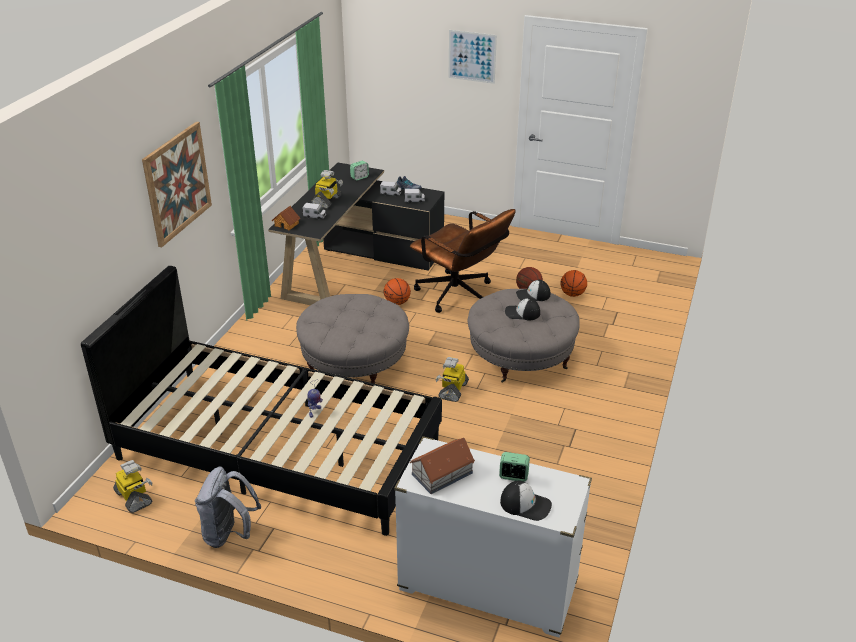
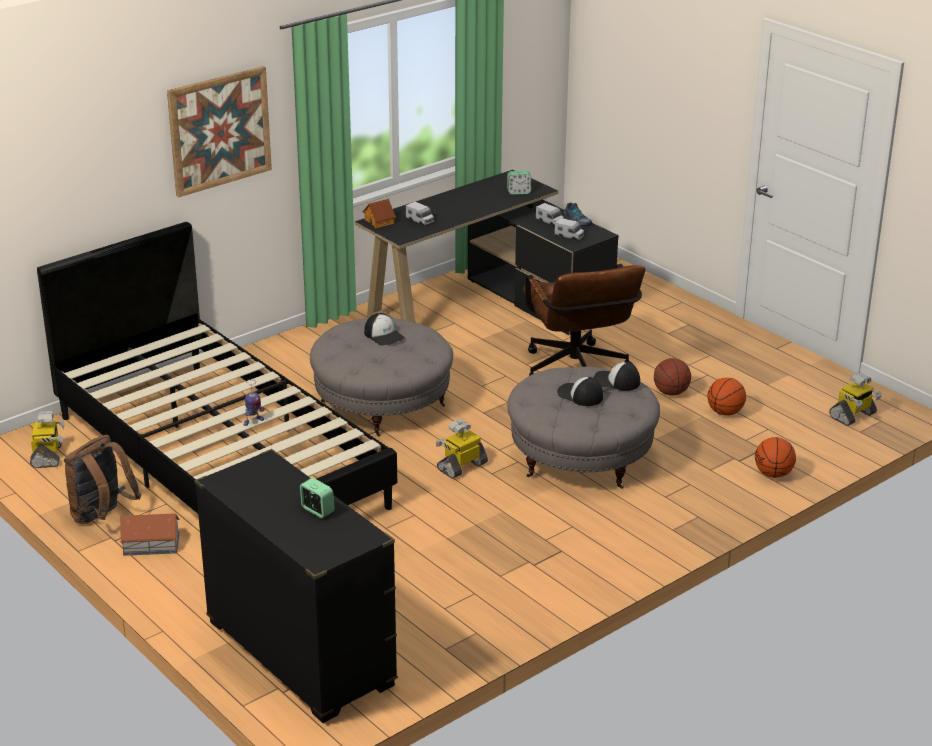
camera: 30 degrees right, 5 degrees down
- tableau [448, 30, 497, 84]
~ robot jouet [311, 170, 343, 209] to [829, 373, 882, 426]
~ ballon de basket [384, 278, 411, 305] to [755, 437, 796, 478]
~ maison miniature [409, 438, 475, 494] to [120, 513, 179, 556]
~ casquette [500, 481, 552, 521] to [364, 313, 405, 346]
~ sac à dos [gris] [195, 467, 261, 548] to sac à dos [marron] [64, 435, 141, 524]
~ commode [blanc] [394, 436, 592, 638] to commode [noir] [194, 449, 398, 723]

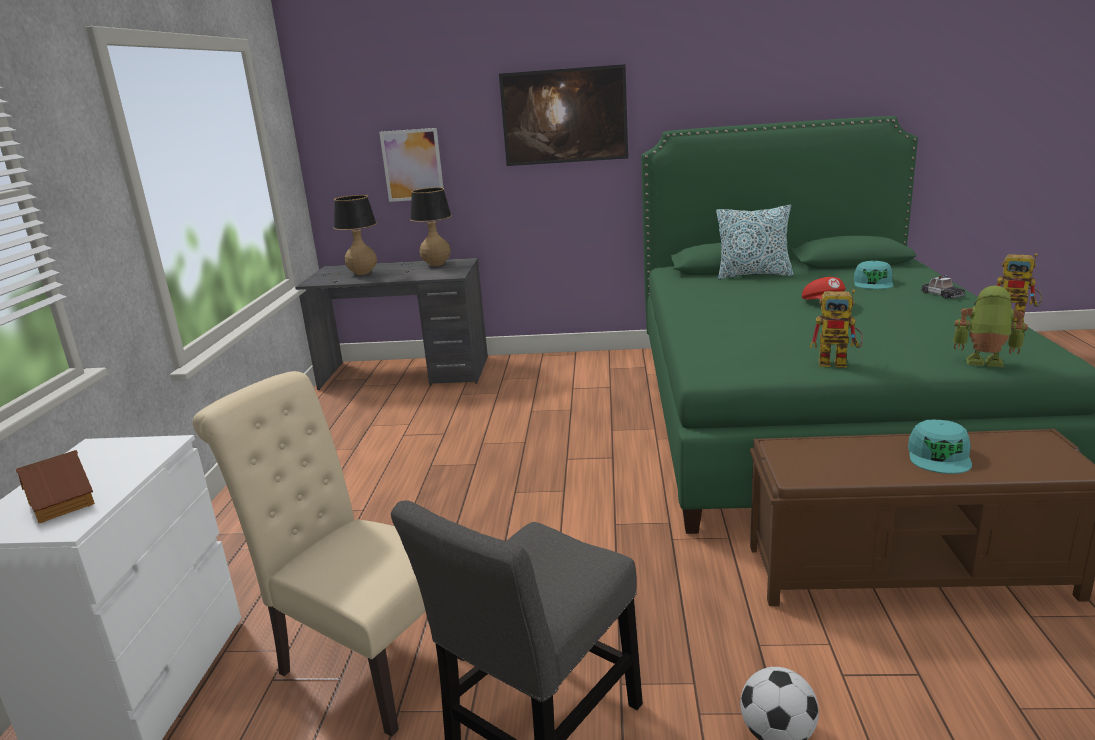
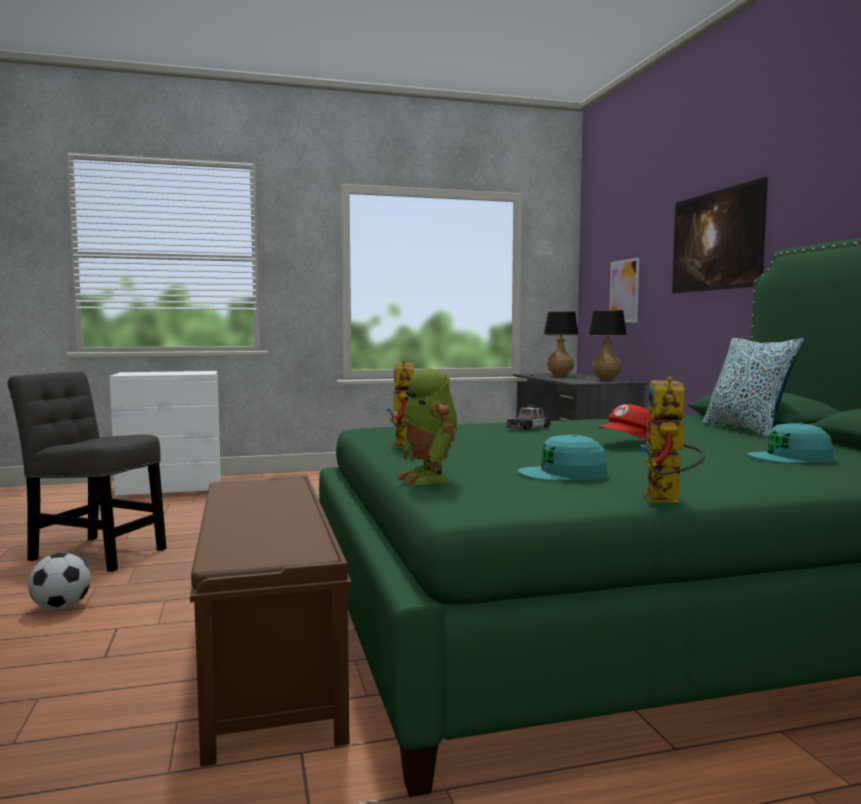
camera: 70 degrees right, 15 degrees down
- maison miniature [16, 450, 95, 523]
- chaise [beige] [193, 371, 465, 737]
~ casquette [turquoise] [908, 420, 972, 474] to [518, 435, 607, 481]
~ petite voiture [921, 275, 965, 299] to [506, 404, 551, 430]
~ robot jouet [953, 286, 1028, 367] = [397, 368, 458, 485] 150 degrees clockwise

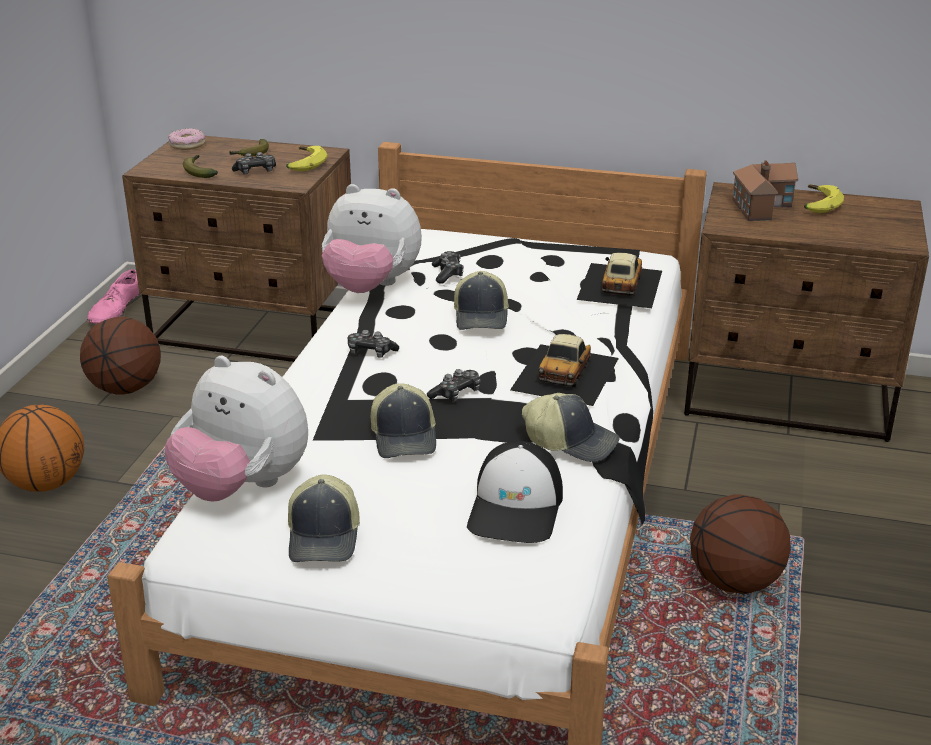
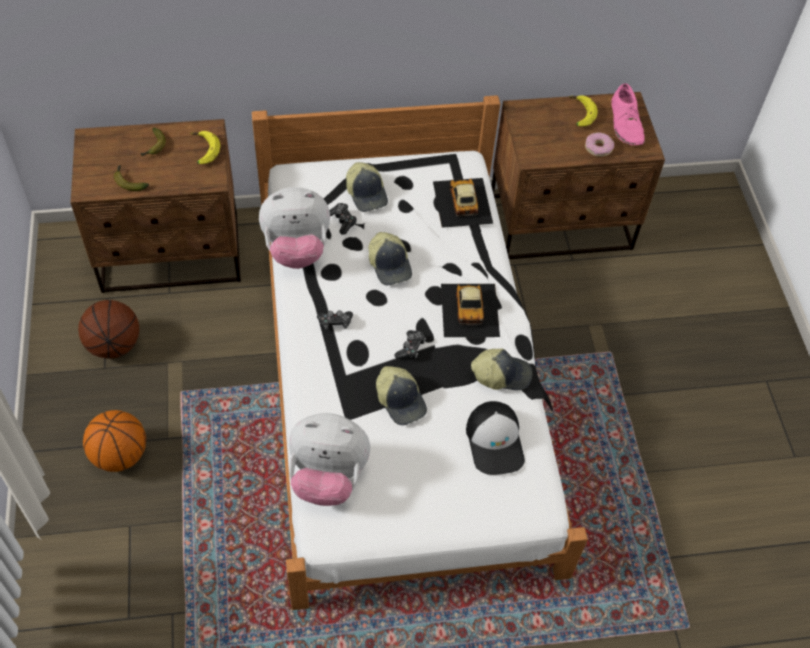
camera: 25 degrees left, 25 degrees up
- manette [232, 152, 276, 174]
- ballon de basket [690, 494, 791, 594]
- maison miniature [732, 161, 798, 221]
~ chaussure [rose] [87, 269, 142, 324] to [611, 83, 645, 145]
~ beignet [168, 128, 205, 150] to [585, 132, 614, 157]
~ casquette [288, 474, 360, 562] to [346, 162, 388, 212]

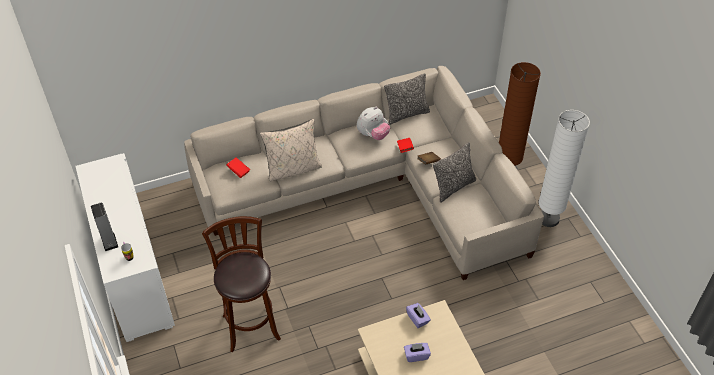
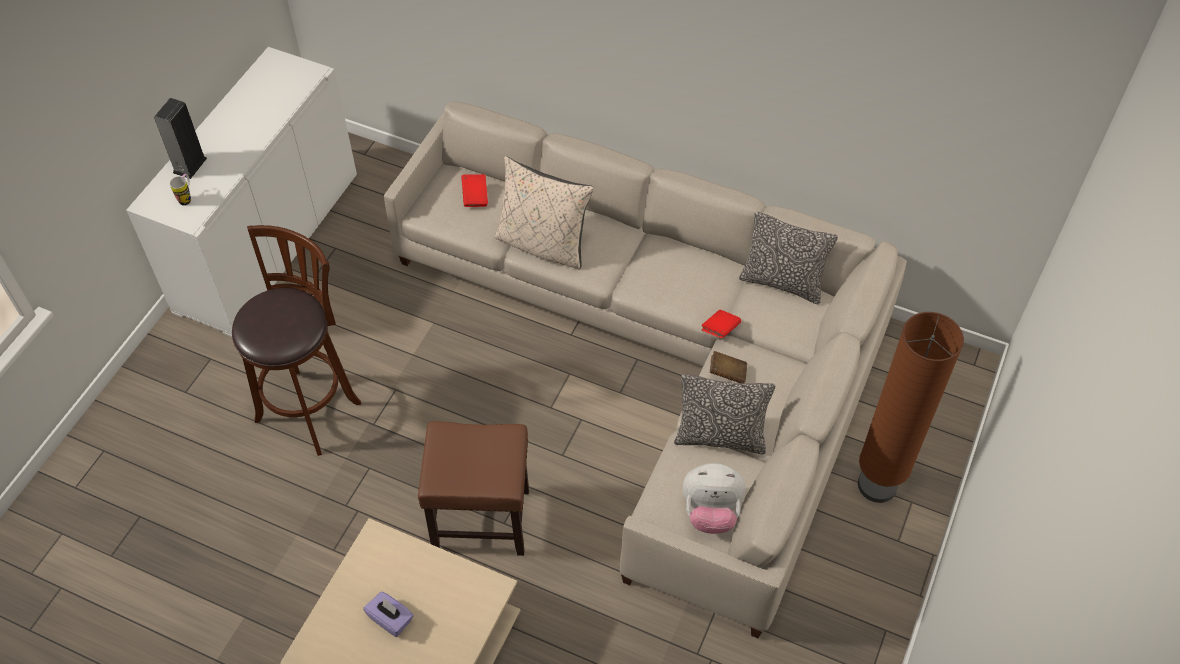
camera: 45 degrees right, 5 degrees up
- boîte à mouchoirs [violet] [406, 303, 431, 328]
- lampadaire [blanc] [539, 110, 590, 227]
+ tabouret [marron] [418, 421, 529, 556]
~ peluche [357, 107, 390, 140] to [683, 463, 746, 534]

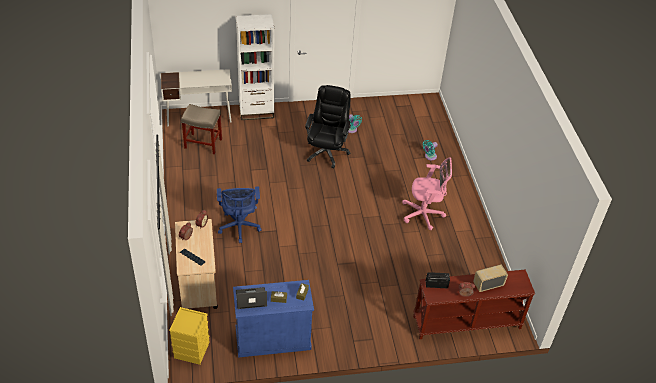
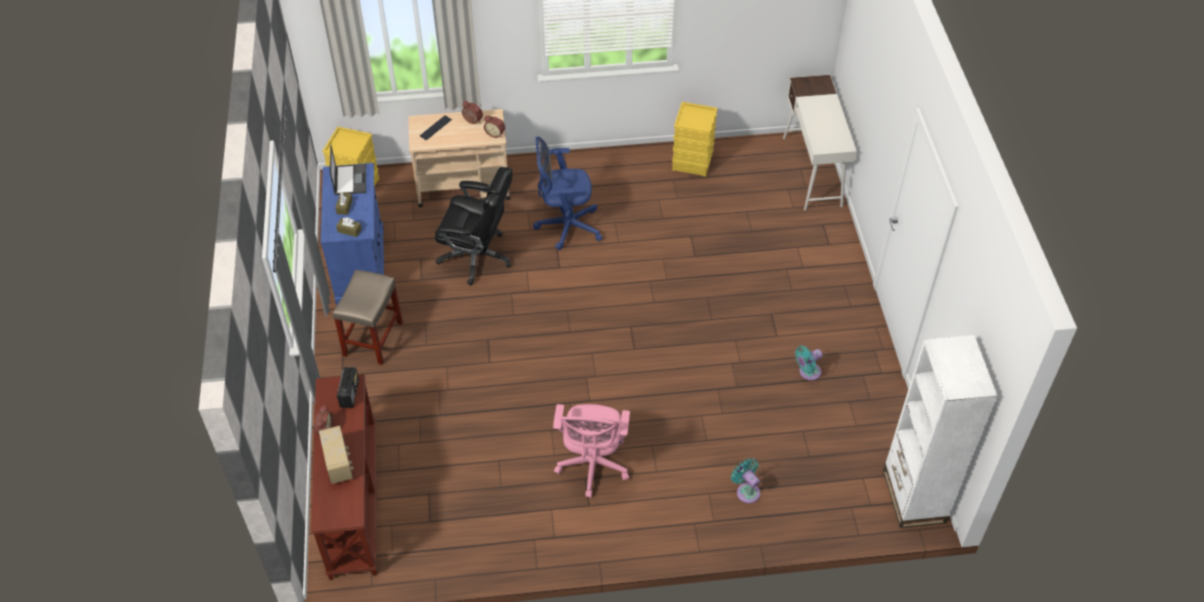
camera: 95 degrees right, 5 degrees up
+ boîte de rangement [jaune] [672, 102, 717, 177]
~ tabouret [beige] [181, 104, 222, 154] to [333, 270, 403, 365]
~ bibliothèque [blanc] [236, 14, 274, 120] to [883, 335, 997, 528]
~ chaise de bureau [noir] [305, 85, 351, 169] to [434, 167, 512, 285]

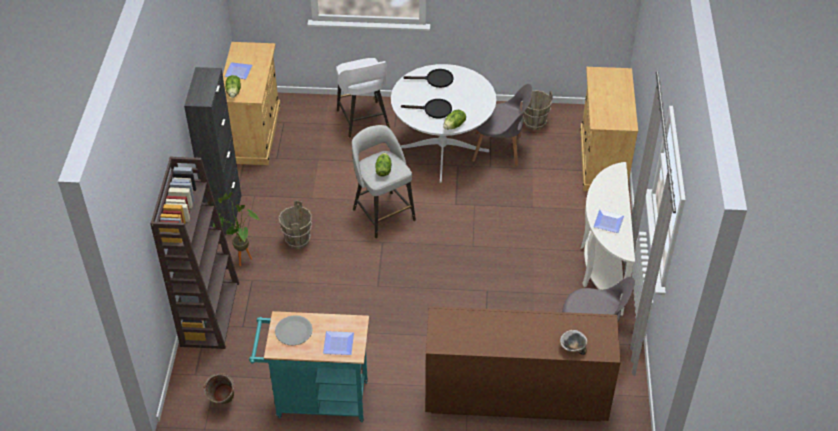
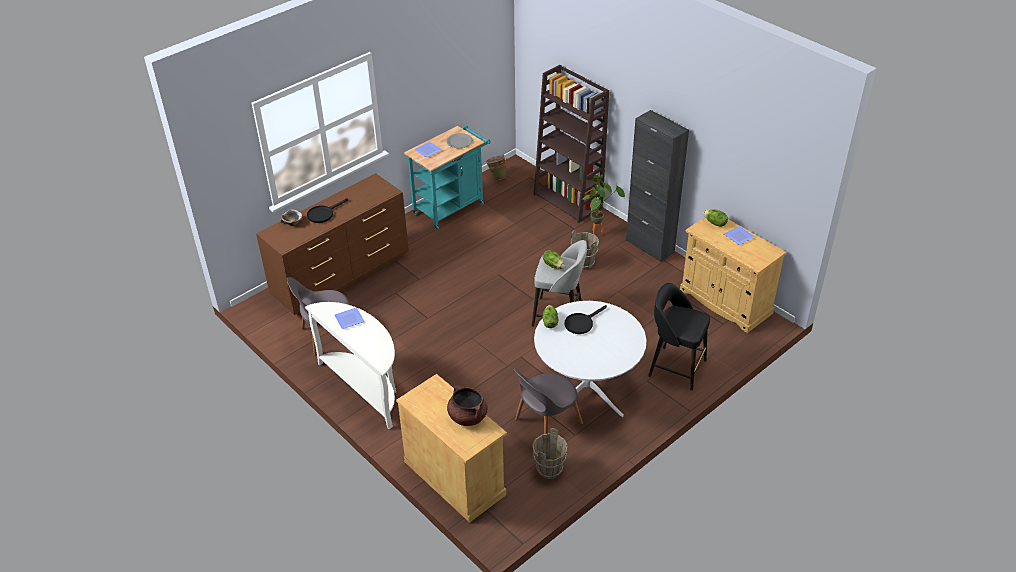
camera: 135 degrees right, 5 degrees down
+ marmite [marron] [447, 385, 487, 426]
~ poêle [noir] [403, 69, 454, 88] to [307, 198, 348, 223]
~ tabouret [blanc] [336, 58, 390, 138] to tabouret [noir] [648, 283, 710, 390]

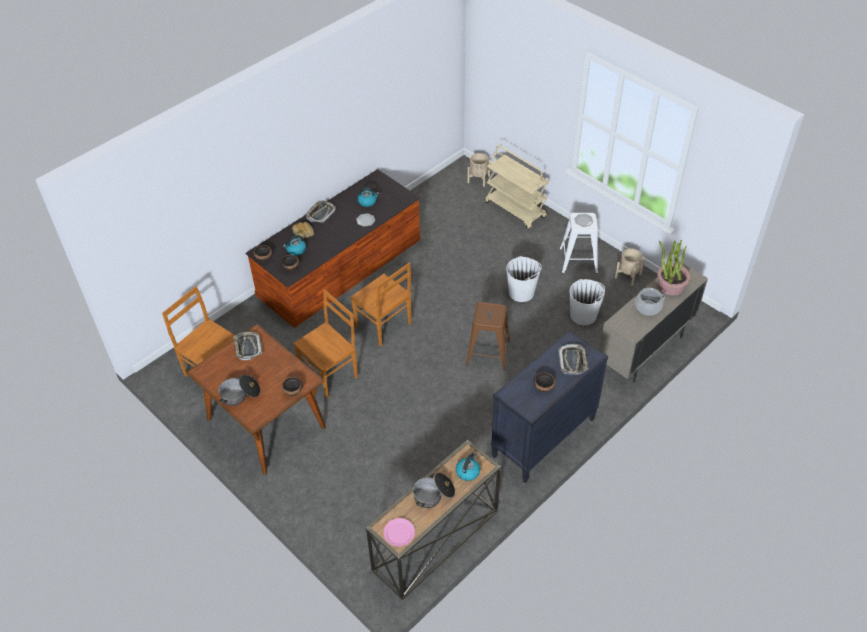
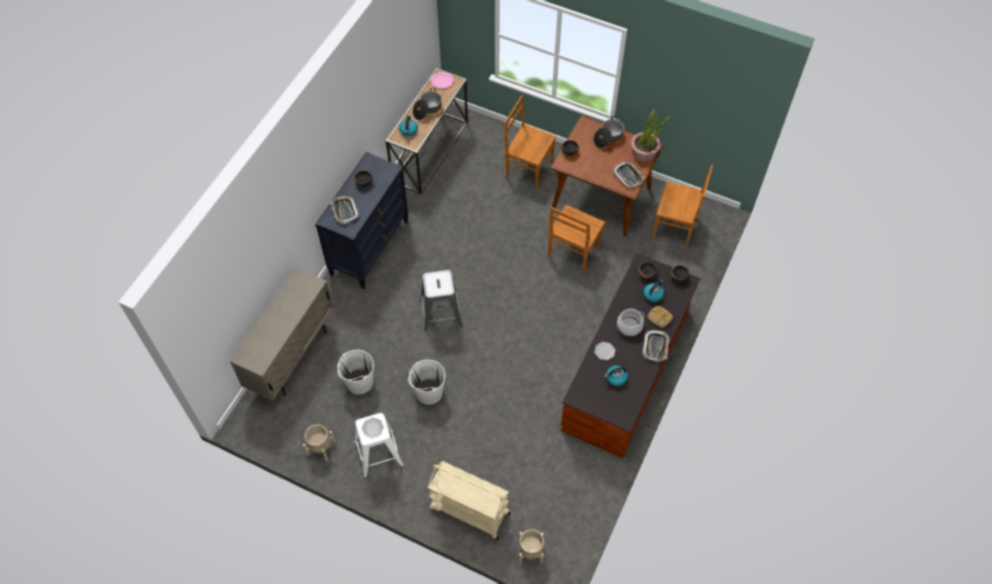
camera: 160 degrees right, 10 degrees up
~ chaise [marron] [350, 262, 411, 347] to [504, 96, 556, 190]
~ marmite [635, 288, 665, 316] to [617, 309, 644, 336]
~ plante en pot [657, 240, 690, 296] to [631, 109, 670, 162]
~ tabouret [marron] [466, 302, 510, 370] to tabouret [gris] [420, 270, 463, 332]

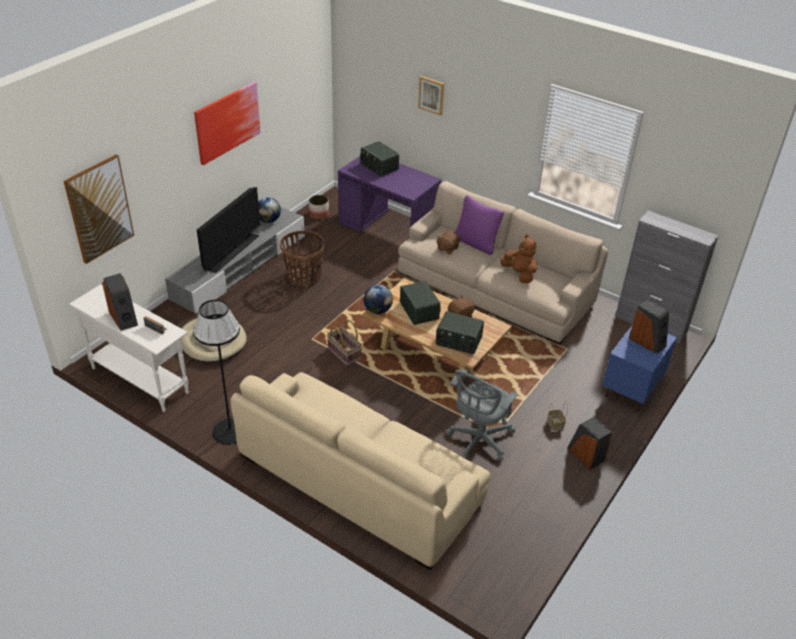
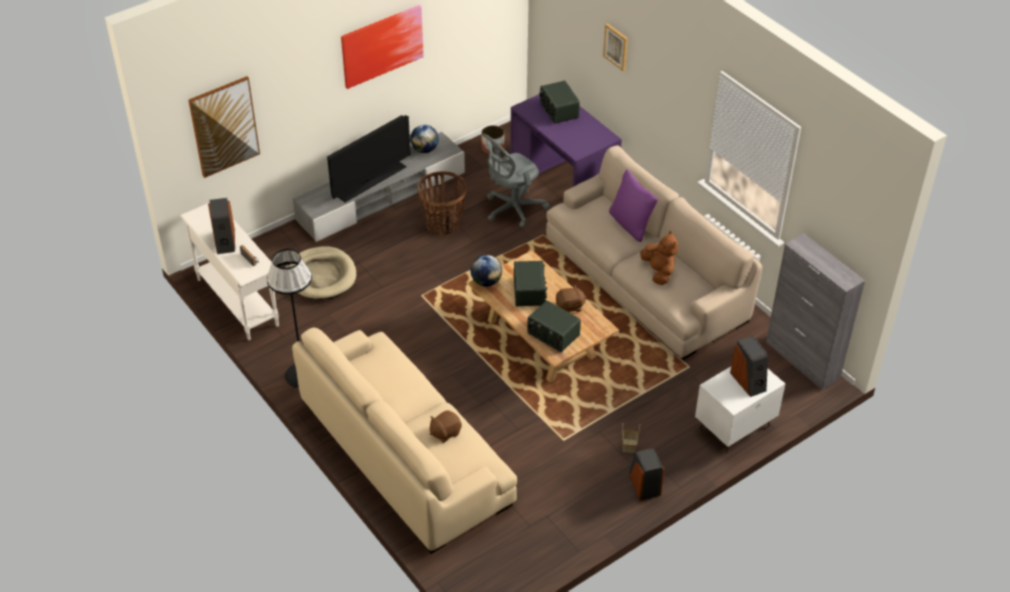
camera: 20 degrees right, 5 degrees up
- panier [327, 320, 362, 366]
~ peluche [marron] [436, 231, 460, 254] to [430, 410, 462, 443]
~ chaise de bureau [gris] [446, 368, 518, 461] to [483, 134, 550, 228]
~ table de chevet [bleu] [602, 326, 677, 411] to table de chevet [blanc] [695, 367, 785, 453]

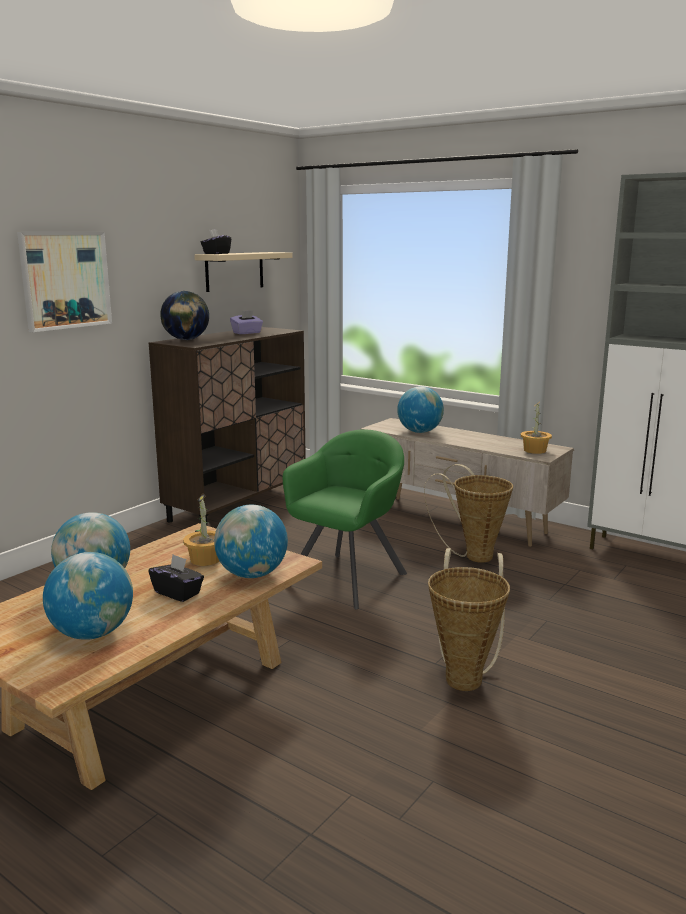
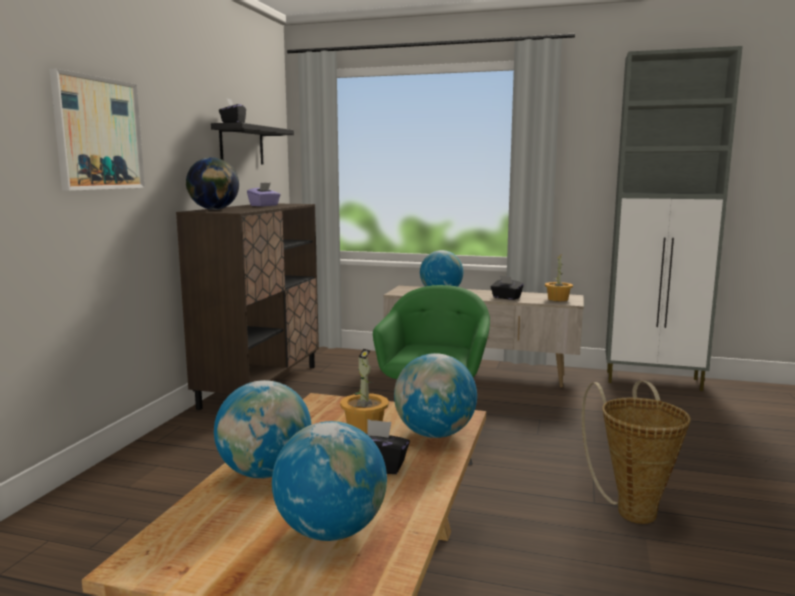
camera: 20 degrees left, 5 degrees down
- panier [424, 464, 513, 563]
+ boîte à mouchoirs [noir] [490, 276, 524, 300]
~ étagère [beige] [194, 252, 293, 292] to étagère [noir] [211, 123, 294, 165]

